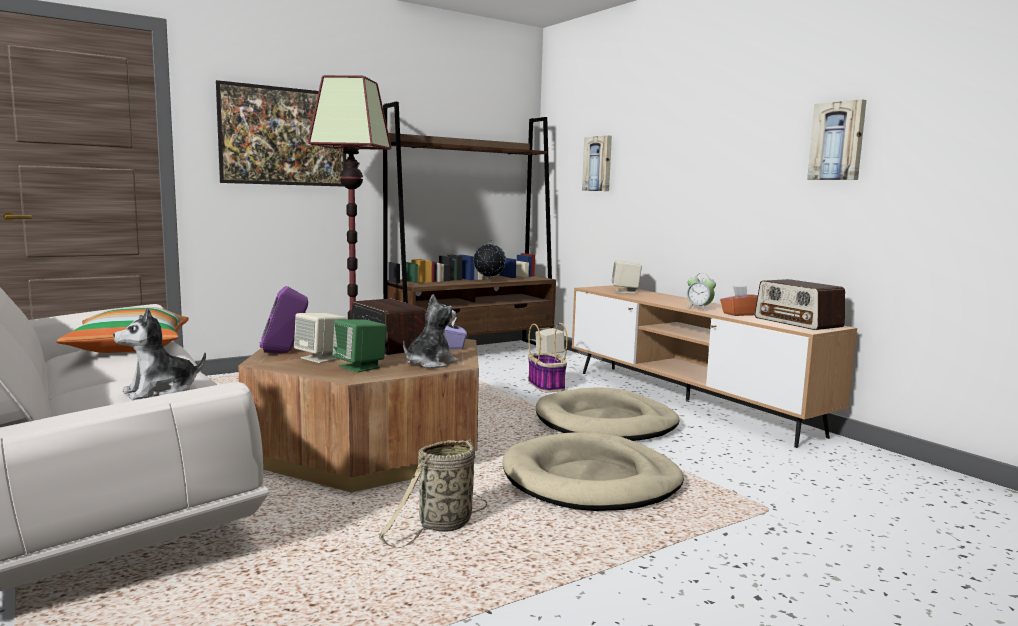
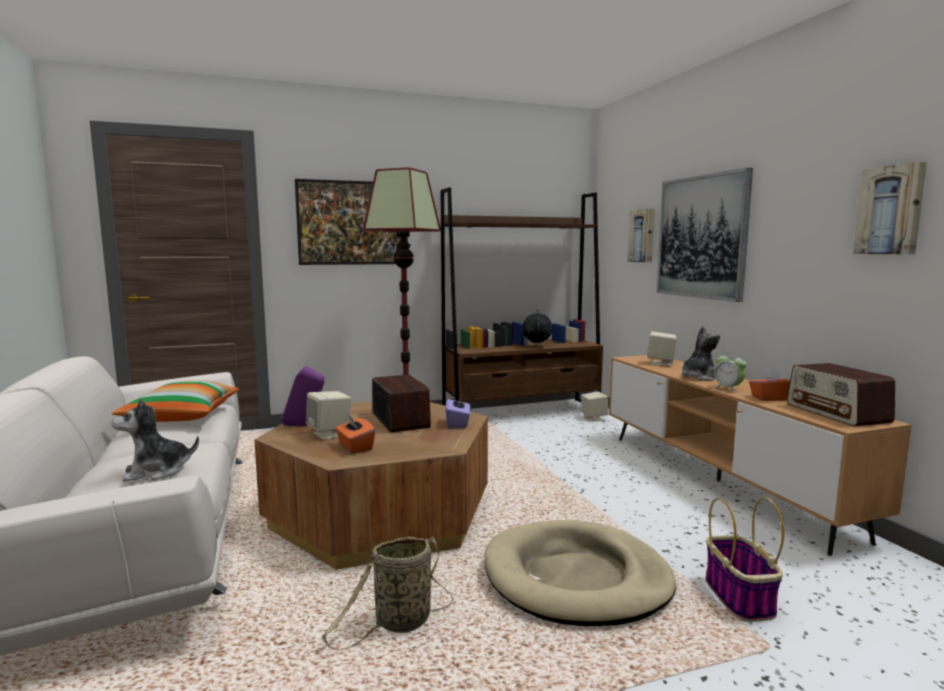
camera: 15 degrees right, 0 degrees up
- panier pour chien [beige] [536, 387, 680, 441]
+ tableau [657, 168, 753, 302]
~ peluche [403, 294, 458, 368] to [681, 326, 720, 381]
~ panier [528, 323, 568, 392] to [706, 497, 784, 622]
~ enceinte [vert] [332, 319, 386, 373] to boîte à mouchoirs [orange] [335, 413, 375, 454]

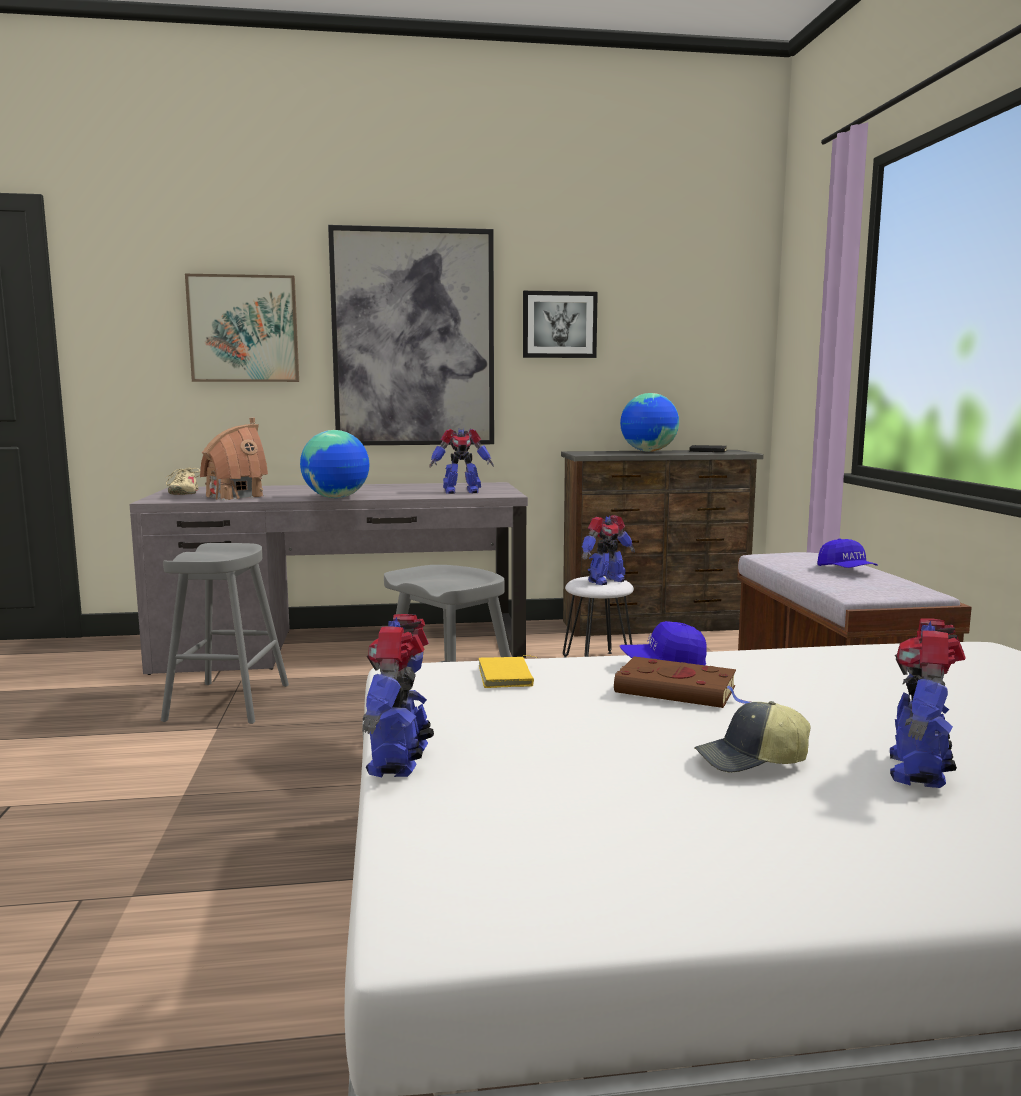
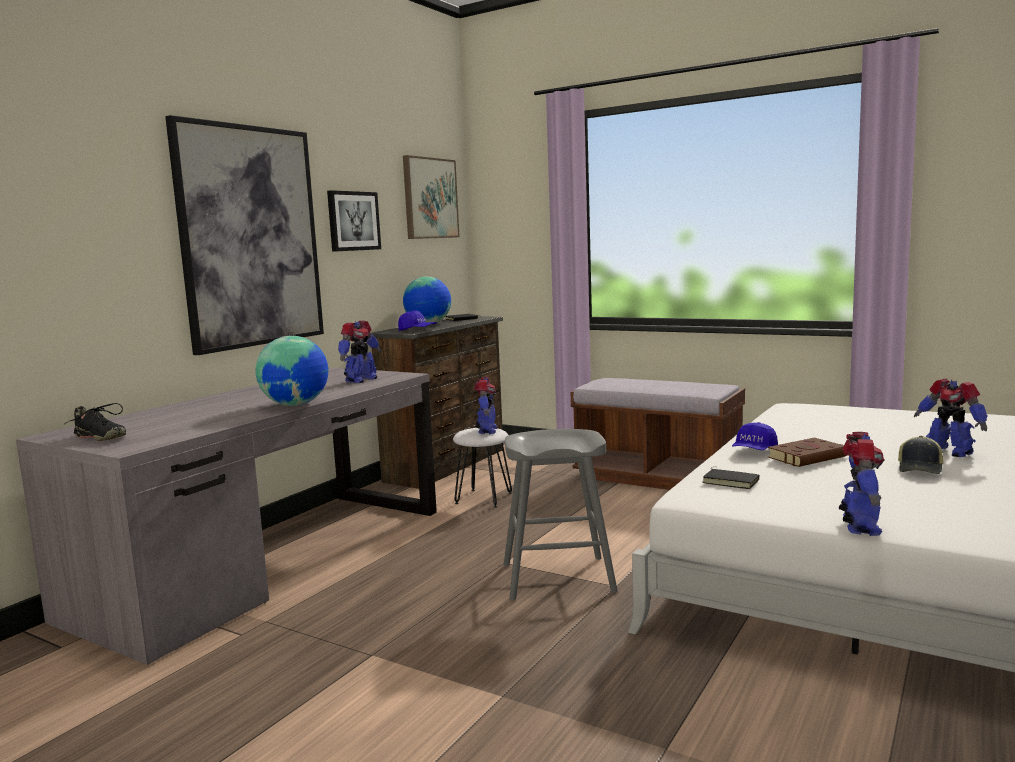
camera: 50 degrees left, 0 degrees up
- tabouret [gris] [161, 543, 289, 724]
- maison miniature [200, 417, 268, 500]
~ tableau [185, 274, 299, 382] to [403, 155, 460, 239]
~ casquette [bleu] [817, 538, 878, 568] to [398, 310, 437, 331]
~ chaussure [beige] [166, 467, 200, 495] to chaussure [noir] [65, 403, 126, 441]
~ livre [jaune] [479, 655, 537, 688] to livre [noir] [702, 467, 759, 489]
~ robot jouet [362, 614, 434, 777] = [839, 432, 884, 536] 120 degrees counterclockwise

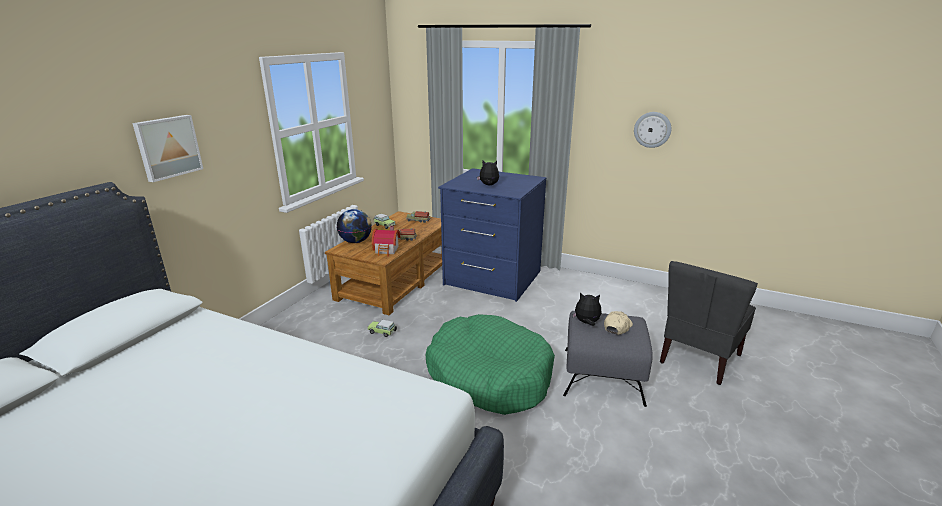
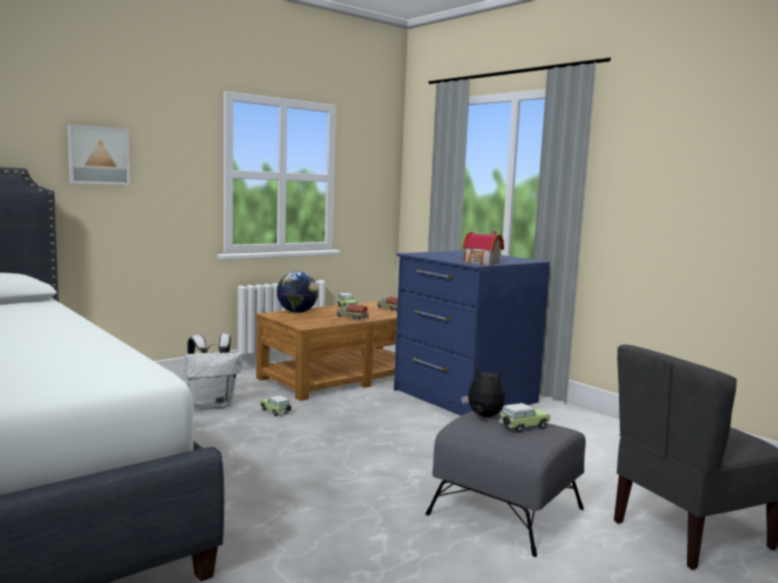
camera: 25 degrees right, 15 degrees down
- panier pour chien [vert] [426, 314, 555, 415]
- peluche [477, 160, 499, 185]
- horloge murale [634, 112, 671, 148]
+ sac à dos [blanc] [185, 334, 243, 410]
~ maison miniature [372, 226, 401, 256] to [462, 231, 504, 265]
~ casquette [beige] [604, 311, 633, 335] to petite voiture [499, 403, 550, 433]

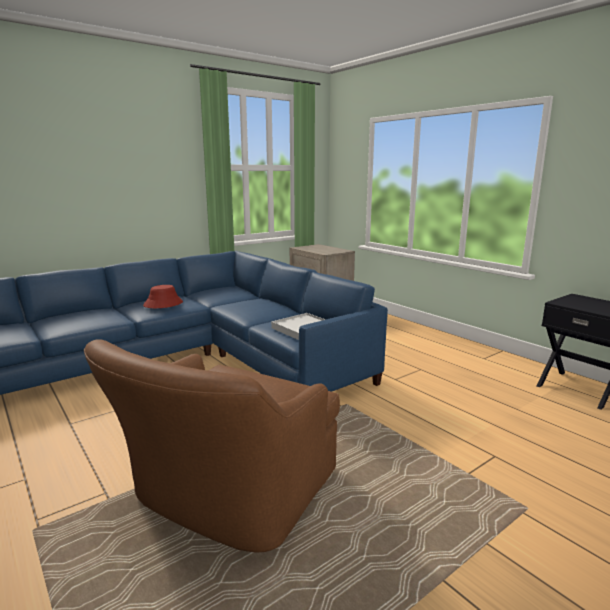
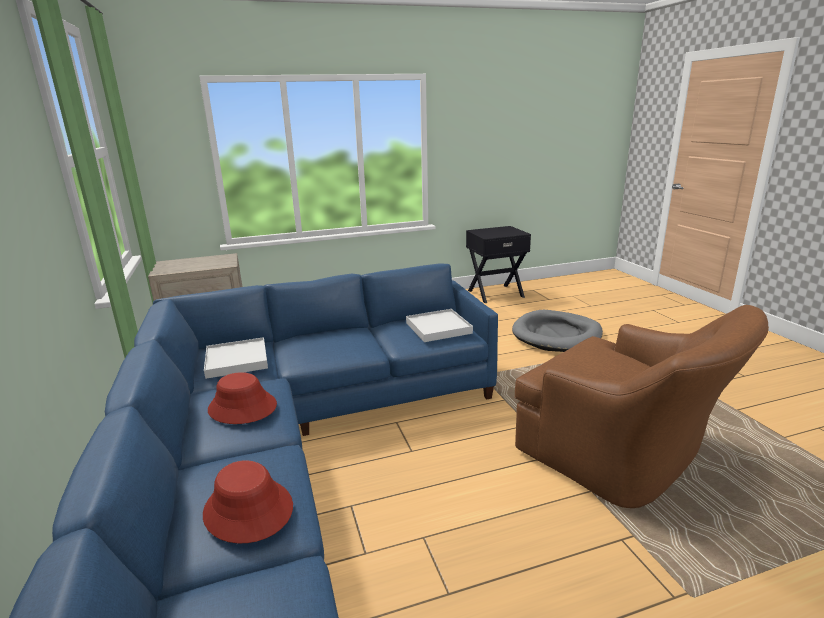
camera: 70 degrees left, 5 degrees up
+ chapeau [rouge] [203, 460, 293, 543]
+ plateau [blanc] [204, 337, 268, 379]
+ panier pour chien [gris] [512, 310, 603, 352]

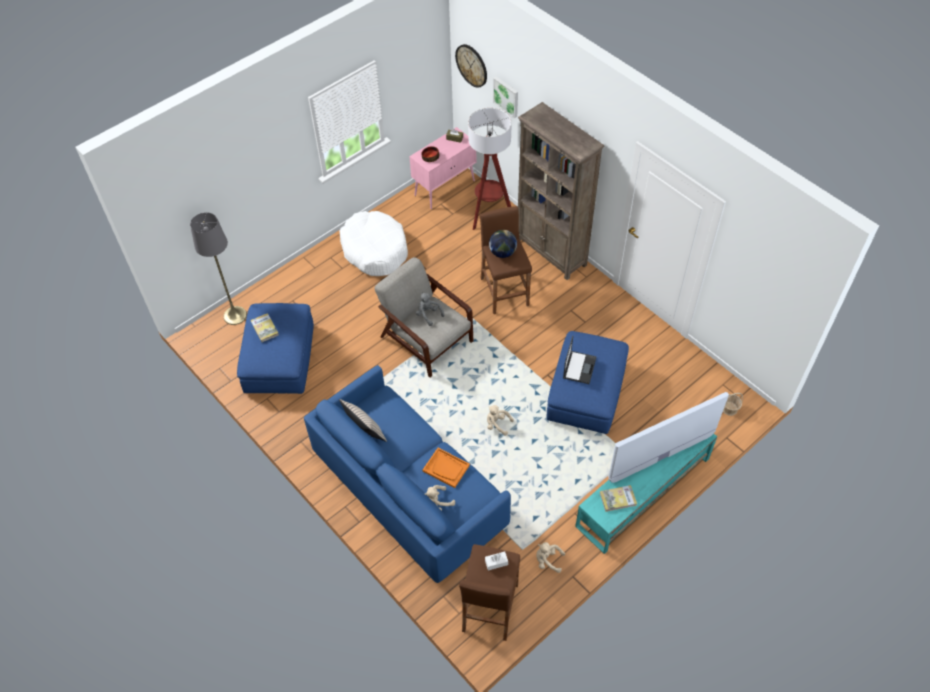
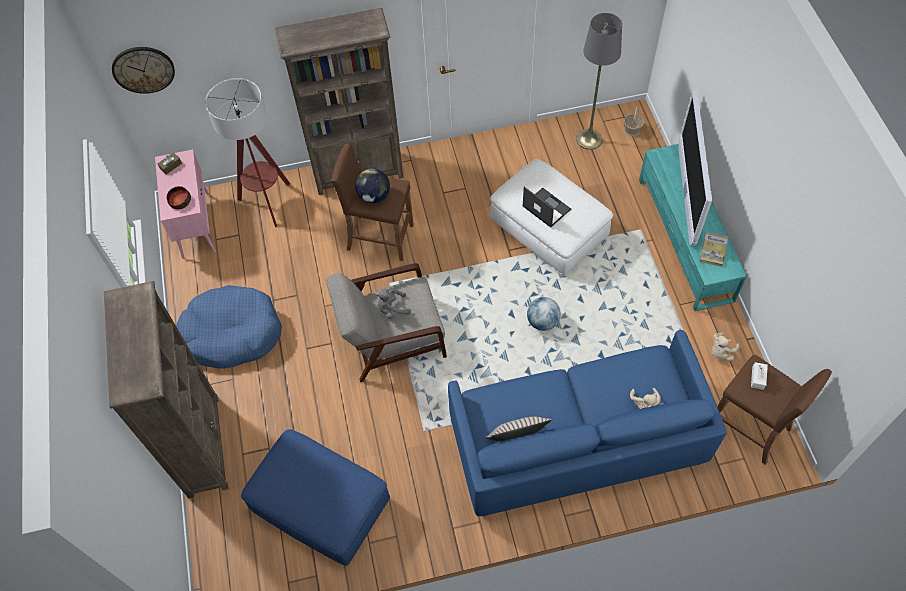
camera: 60 degrees left, 5 degrees up
- livre [250, 313, 279, 342]
- plateau [orange] [423, 448, 470, 488]
- tableau [493, 77, 518, 119]
+ bibliothèque [marron] [104, 281, 229, 498]
~ lampadaire [gris] [190, 213, 247, 325] to [576, 13, 622, 150]
~ peluche [beige] [487, 405, 514, 436] to globe [527, 297, 561, 331]
~ panier pour chien [blanc] [340, 211, 408, 276] to panier pour chien [bleu] [176, 285, 282, 369]
~ pouf [bleu] [547, 331, 629, 434] to pouf [blanc] [490, 159, 613, 275]

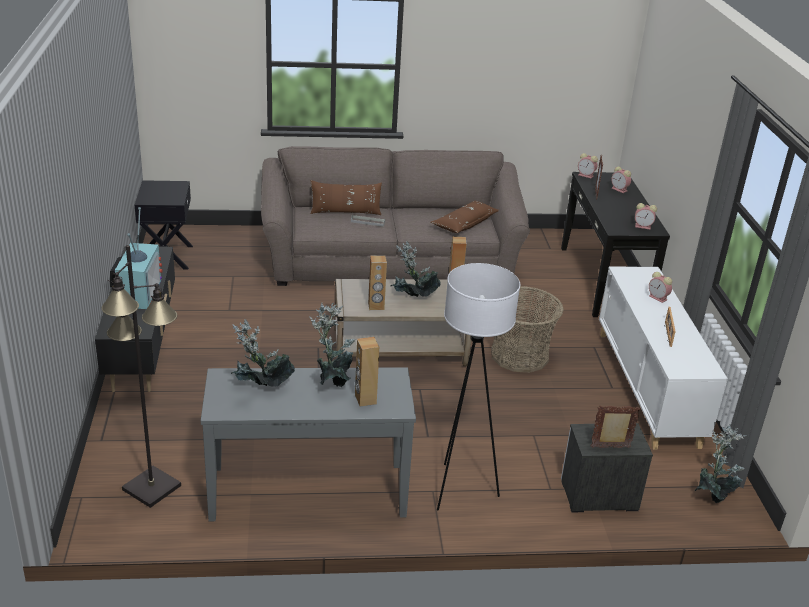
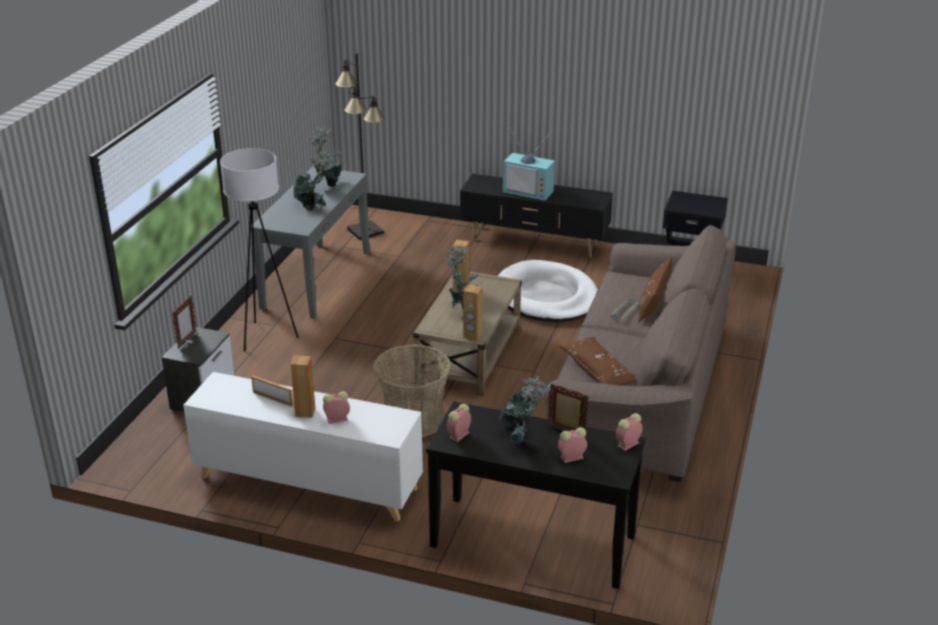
camera: 115 degrees right, 0 degrees up
+ panier pour chien [blanc] [498, 260, 598, 322]
~ enceinte [marron] [355, 337, 379, 407] to [291, 355, 315, 418]
~ plante en pot [695, 424, 747, 503] to [499, 376, 552, 446]

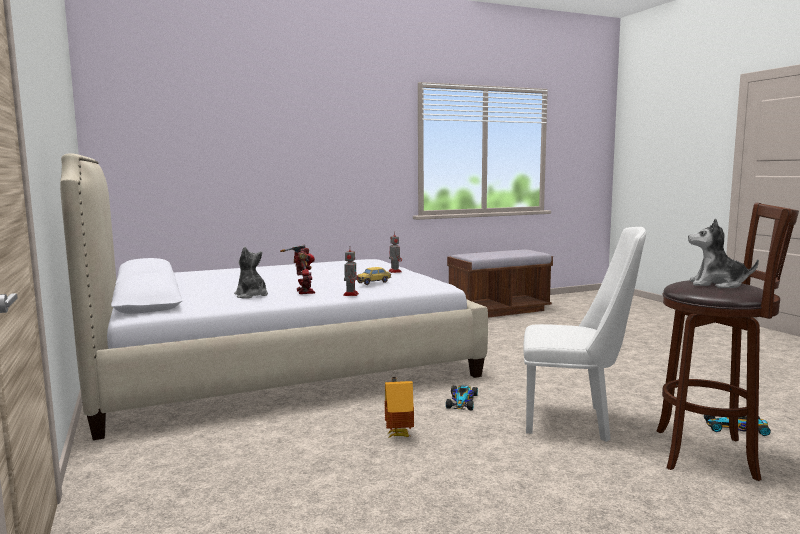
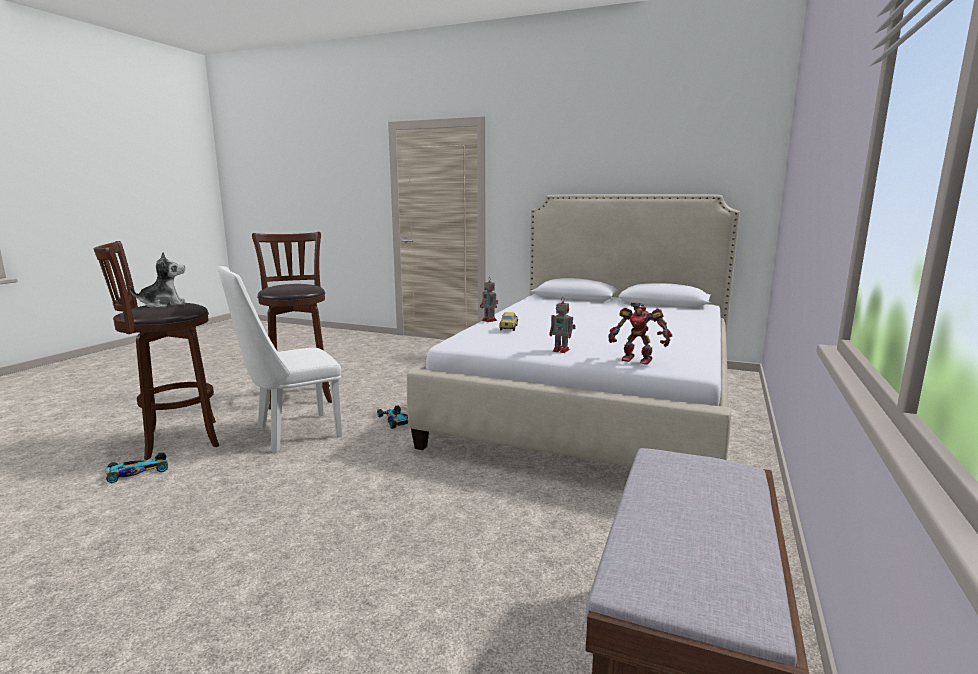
camera: 135 degrees right, 5 degrees up
- peluche [234, 246, 268, 299]
- maison miniature [384, 377, 414, 438]
+ tabouret [marron] [252, 232, 332, 410]
~ robot jouet [280, 244, 315, 294] to [608, 302, 672, 364]

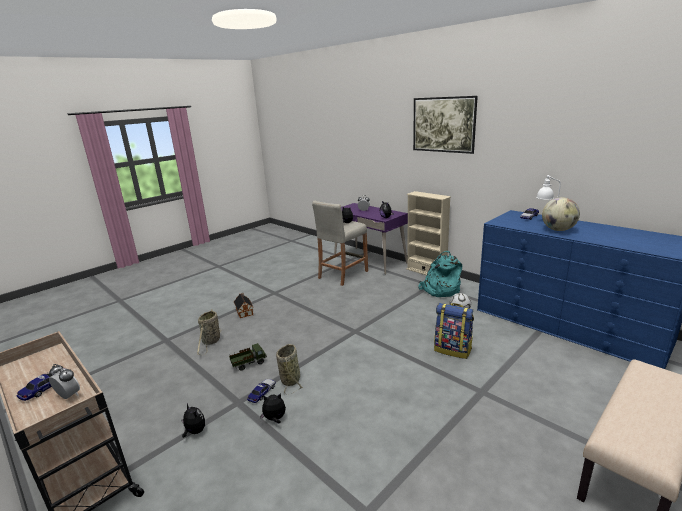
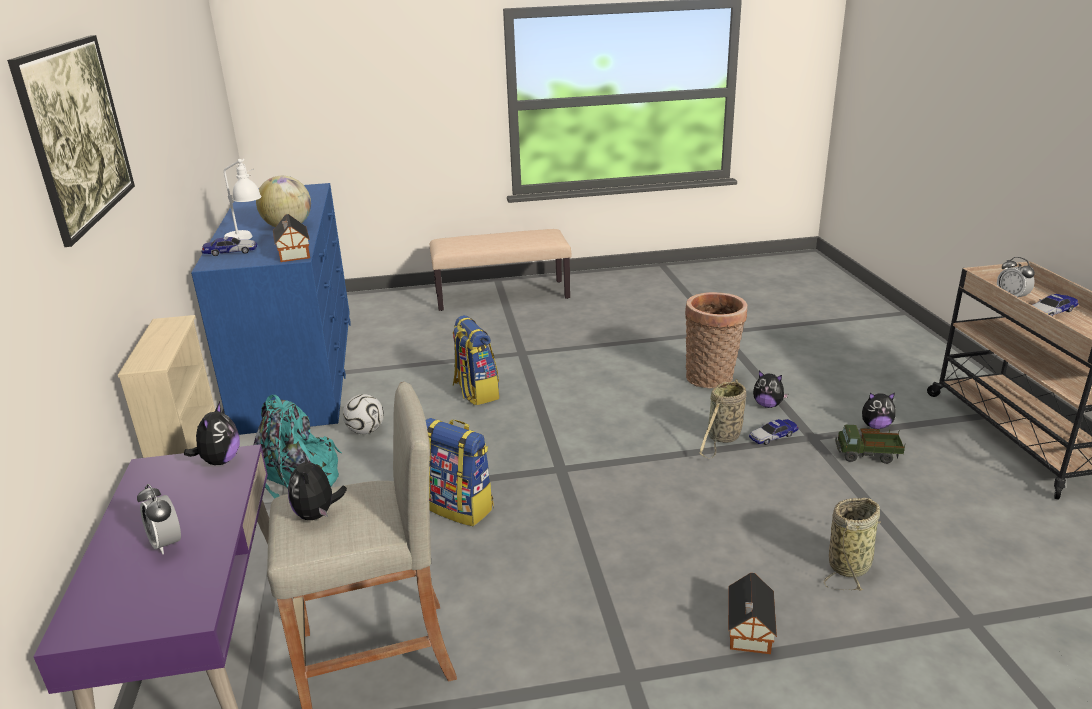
camera: 145 degrees left, 5 degrees up
+ maison miniature [273, 214, 310, 262]
+ sac à dos [426, 418, 494, 526]
+ panier [685, 292, 747, 388]
~ camion jouet [229, 343, 267, 371] to [835, 425, 905, 464]
~ peluche [181, 403, 205, 438] = [862, 393, 896, 429] 75 degrees counterclockwise

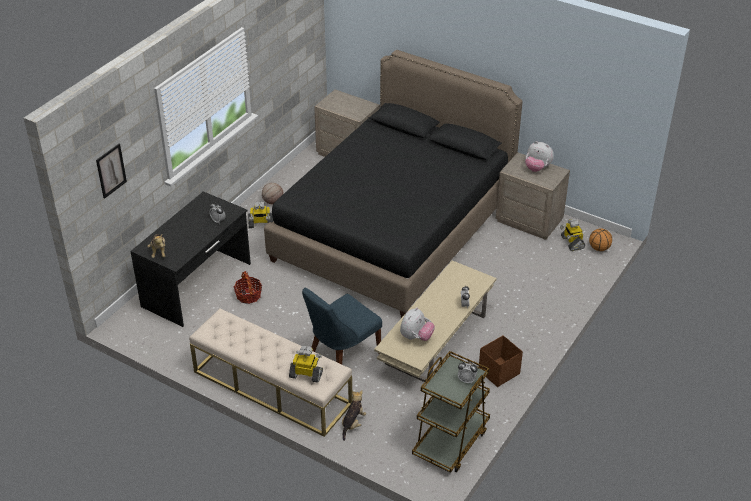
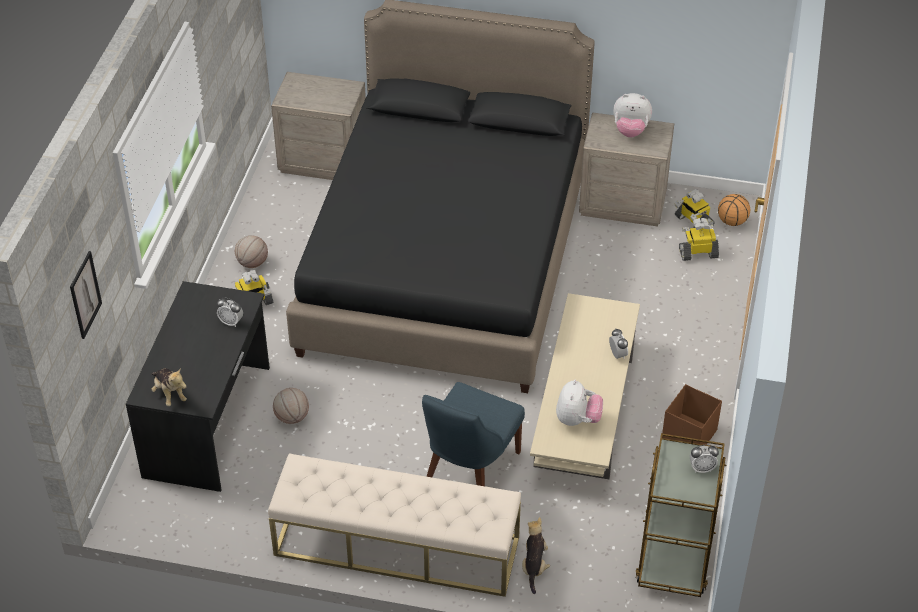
camera: 20 degrees left, 5 degrees up
~ robot jouet [289, 346, 323, 383] to [679, 218, 719, 261]
~ panier [234, 271, 262, 304] to ballon de basket [273, 388, 309, 424]

